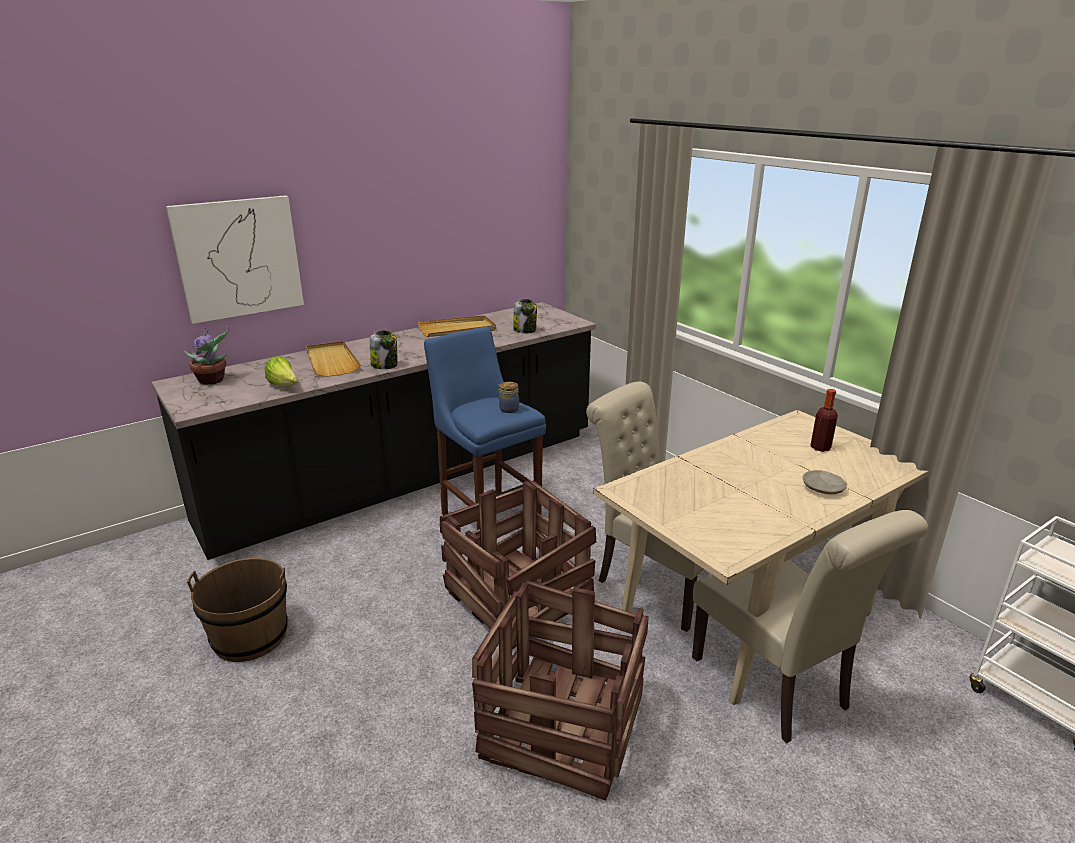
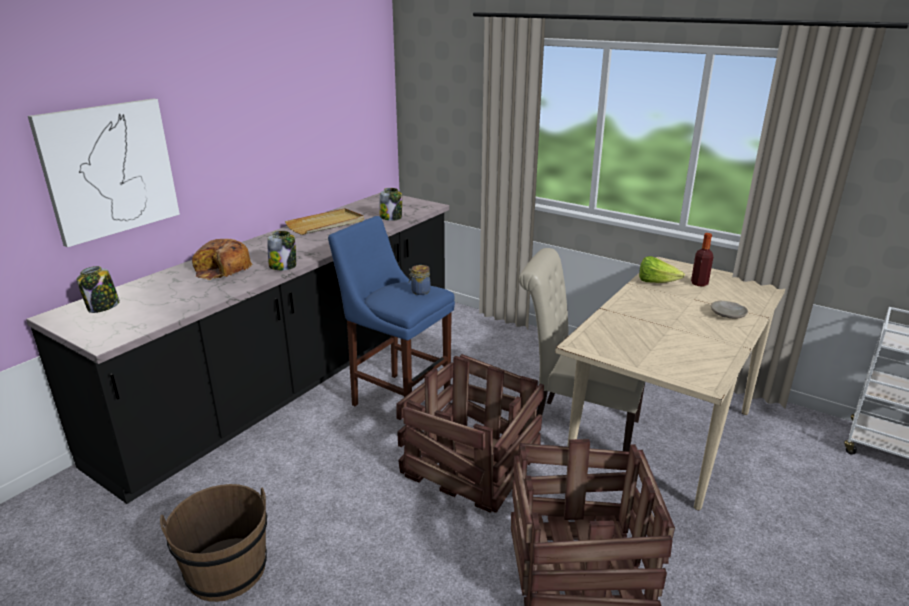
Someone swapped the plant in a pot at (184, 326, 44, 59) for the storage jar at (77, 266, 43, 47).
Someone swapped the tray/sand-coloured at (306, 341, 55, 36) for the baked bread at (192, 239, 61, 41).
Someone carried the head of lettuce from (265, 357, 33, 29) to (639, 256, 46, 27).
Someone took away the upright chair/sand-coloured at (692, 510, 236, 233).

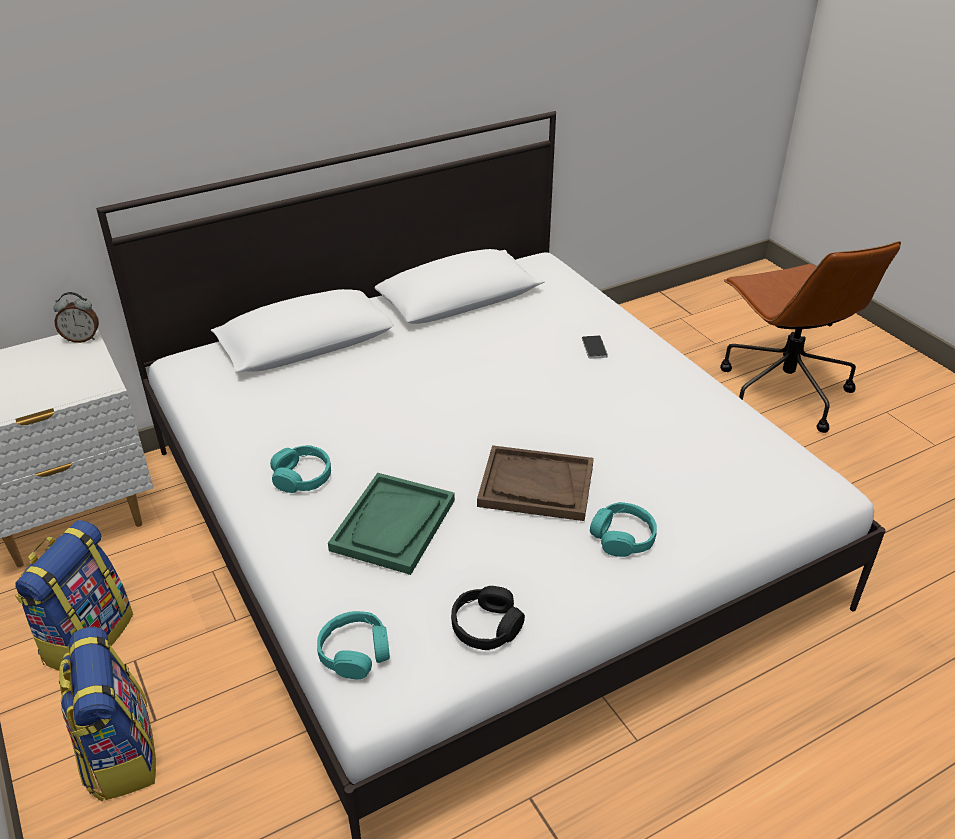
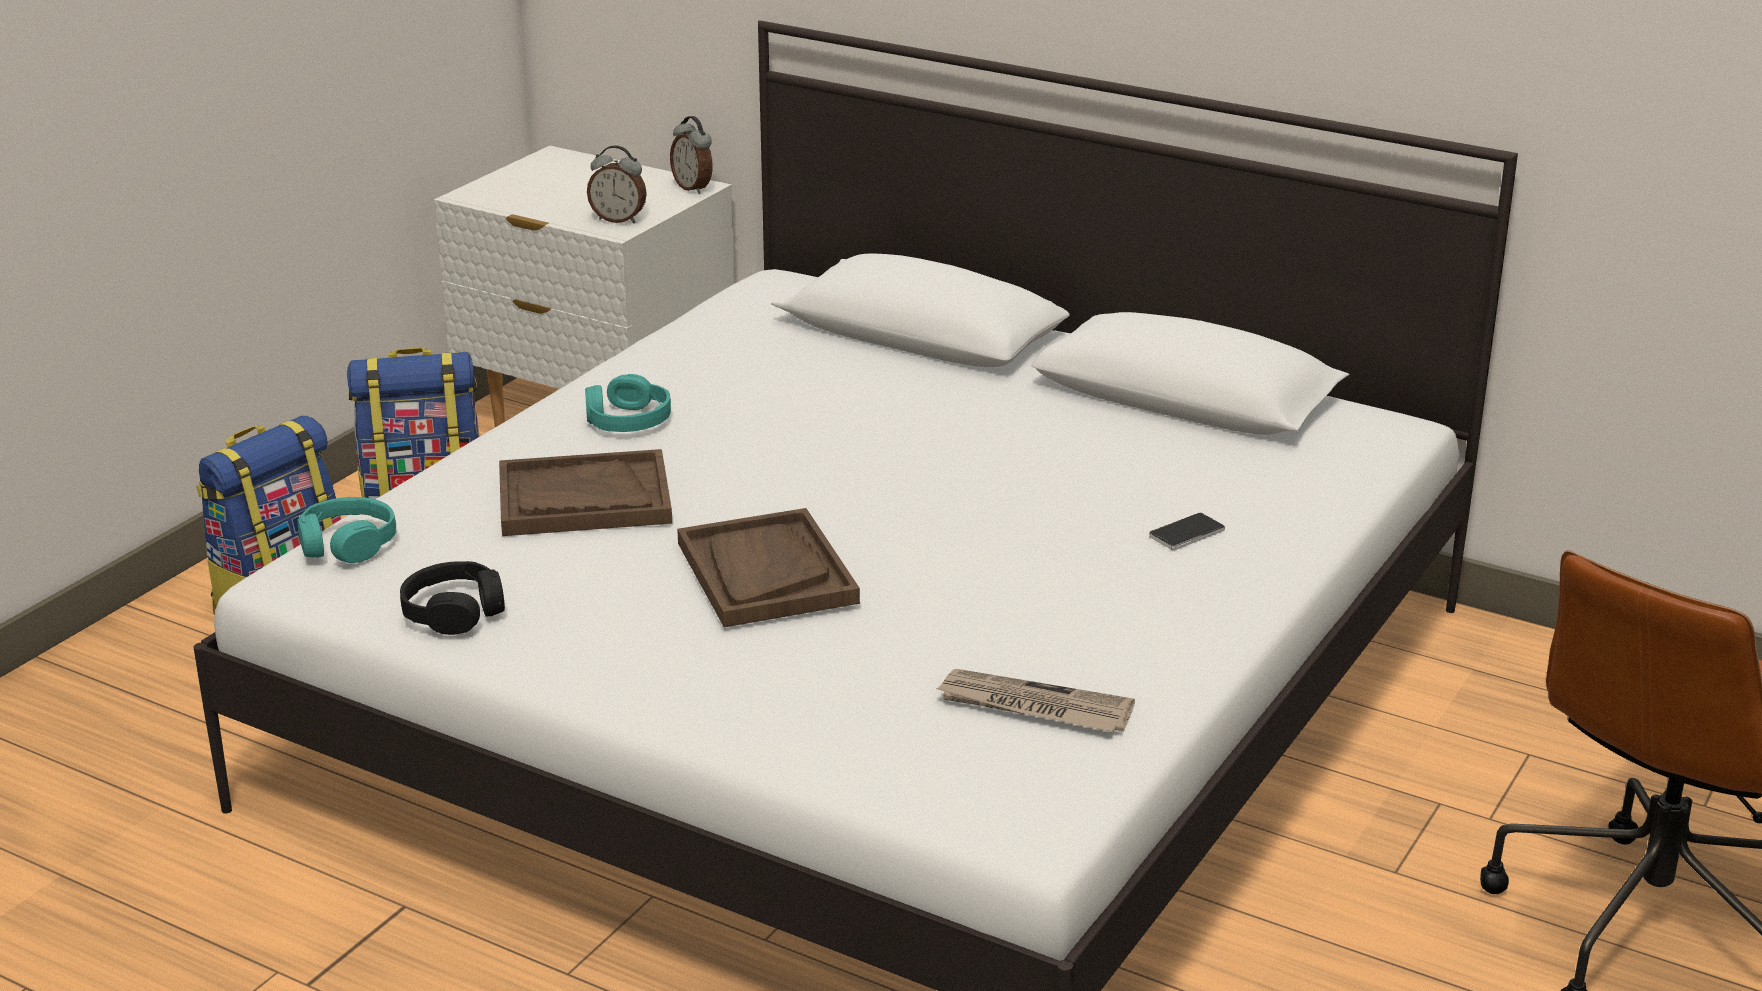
Someone repainted the tray/green-coloured at (328, 473, 127, 102), which became the tray/brownish at (499, 449, 173, 87).
Someone took away the pair of headphones/turquoise-coloured at (590, 502, 67, 55).
Someone put down the table clock at (587, 145, 60, 78).
Someone put down the daily paper at (935, 669, 200, 63).

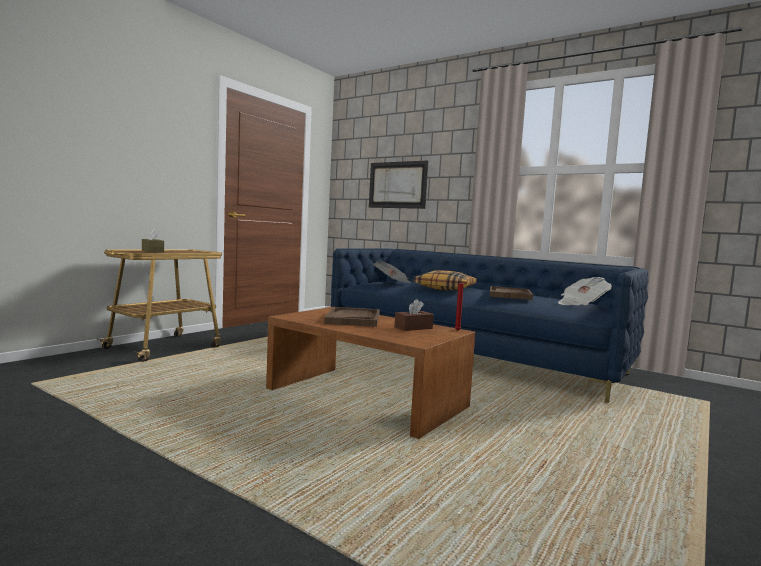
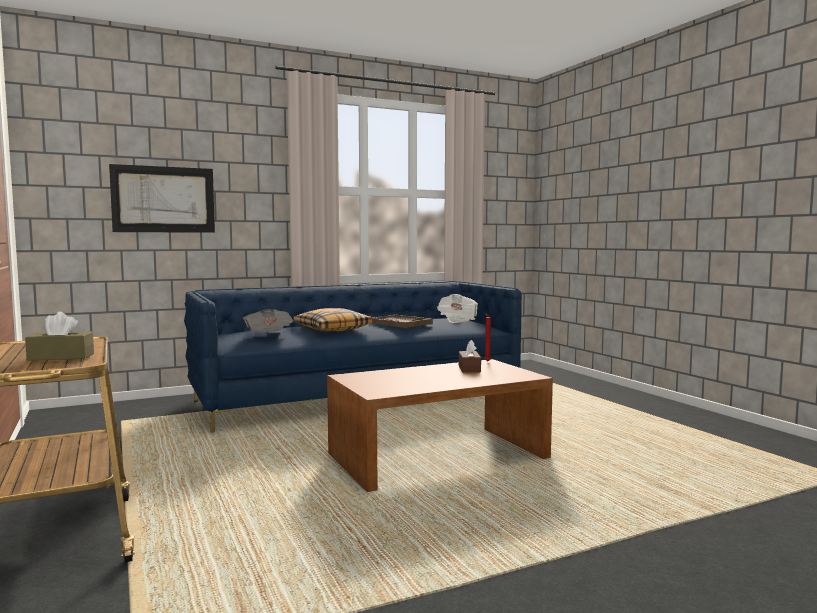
Someone took away the tray/brownish at (324, 307, 56, 20).

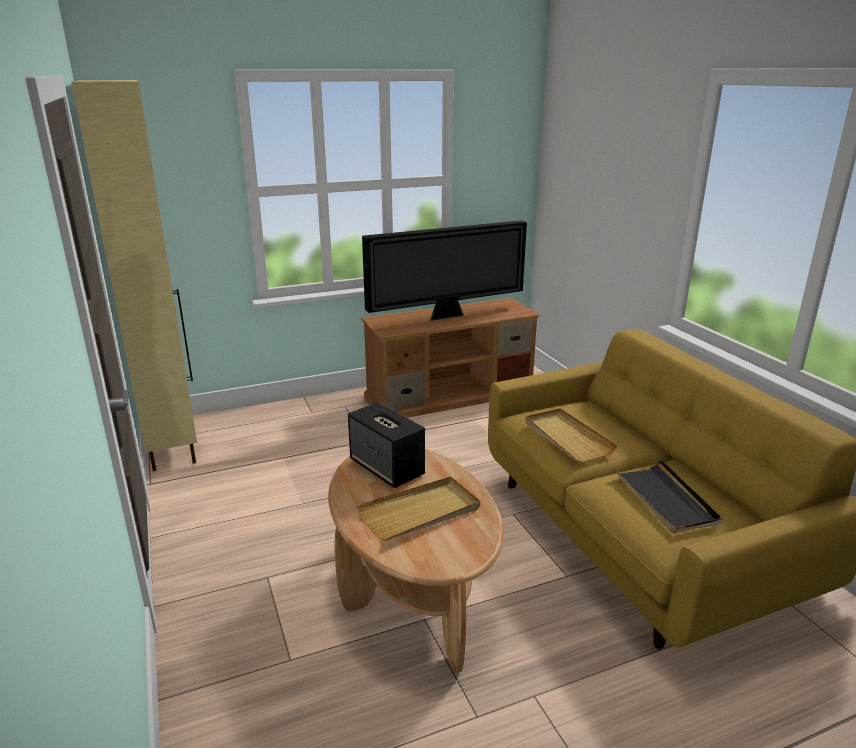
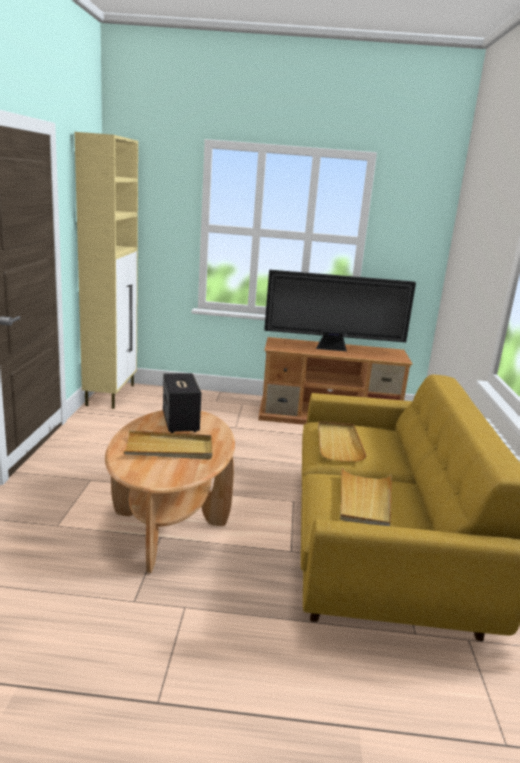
Someone repainted the tray/black at (613, 460, 110, 74), which became the tray/sand-coloured at (340, 467, 52, 59).

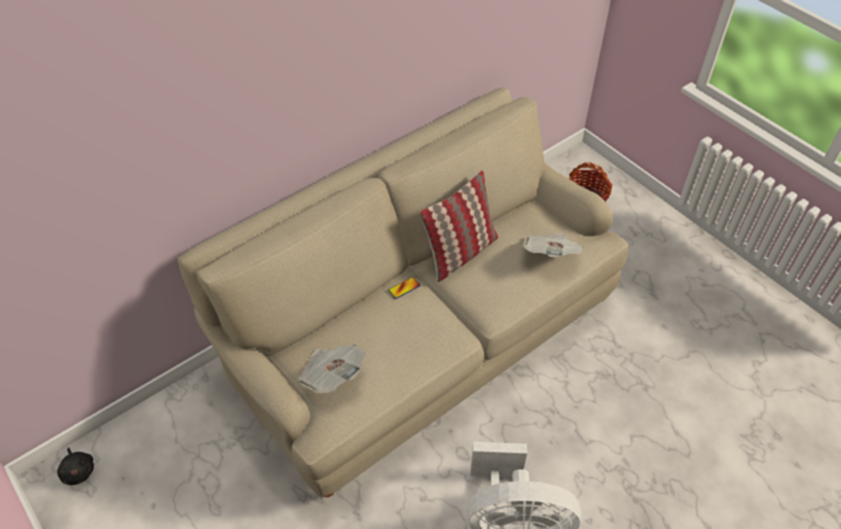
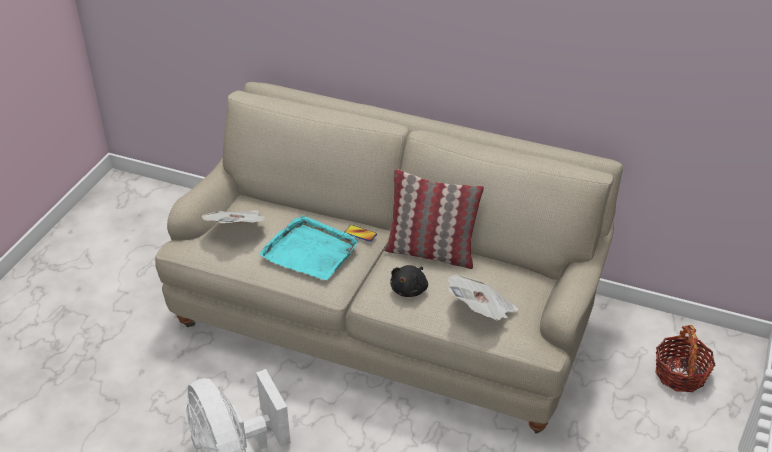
Someone carried the plush toy/black from (57, 447, 37, 38) to (390, 265, 38, 32).
Someone put down the tray/turquoise-coloured at (259, 215, 100, 65).

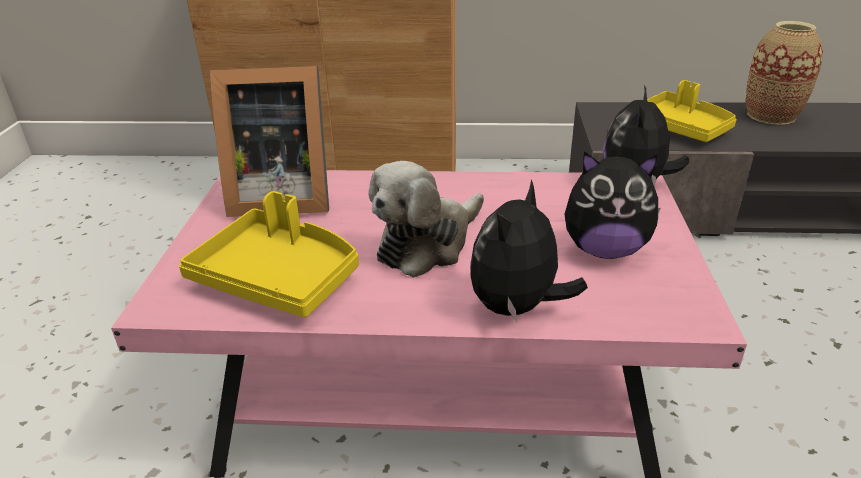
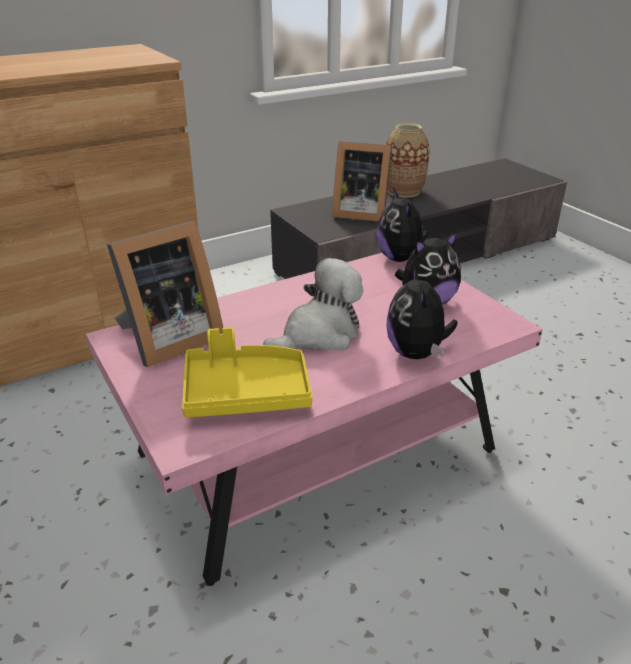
Someone swapped the tray/yellow-coloured at (647, 80, 90, 62) for the picture frame at (332, 142, 60, 79).
Someone rotated the plush toy at (368, 161, 116, 117) by 135 degrees counterclockwise.

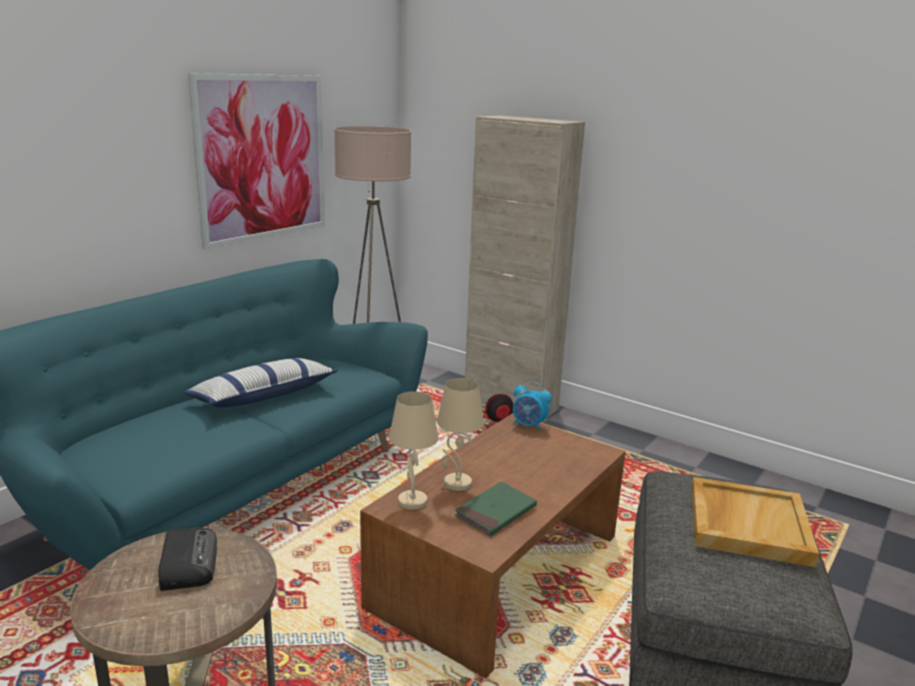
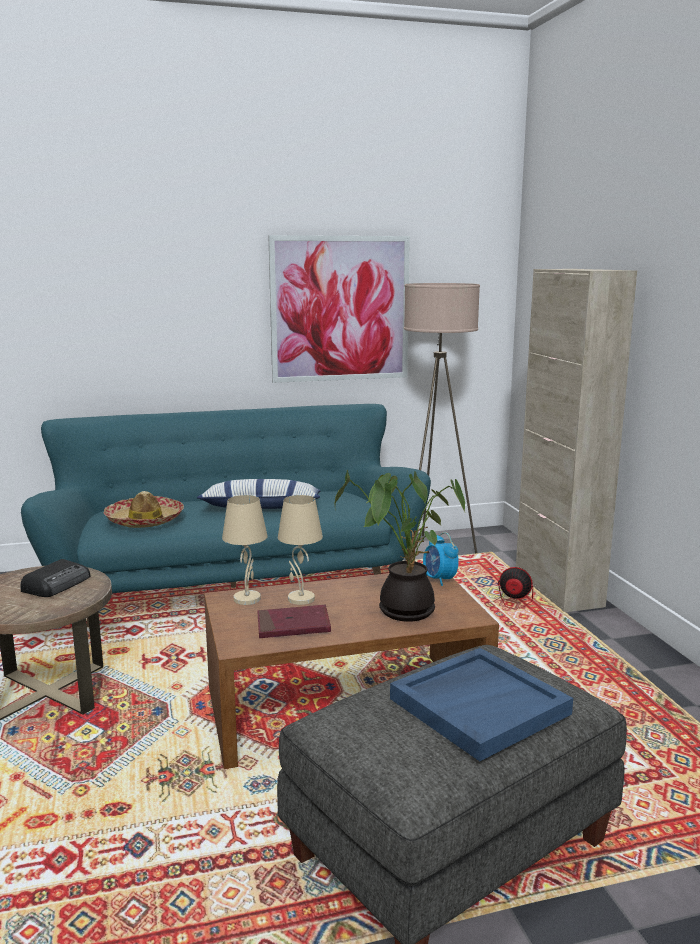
Someone repainted the tray/sand-coloured at (691, 477, 128, 90), which became the tray/blue at (390, 648, 183, 113).
Someone repainted the volume/green-coloured at (455, 481, 82, 55), which became the volume/red at (257, 605, 74, 33).
Someone put down the plant in a pot at (335, 469, 130, 153).
Someone put down the hat at (104, 491, 80, 37).

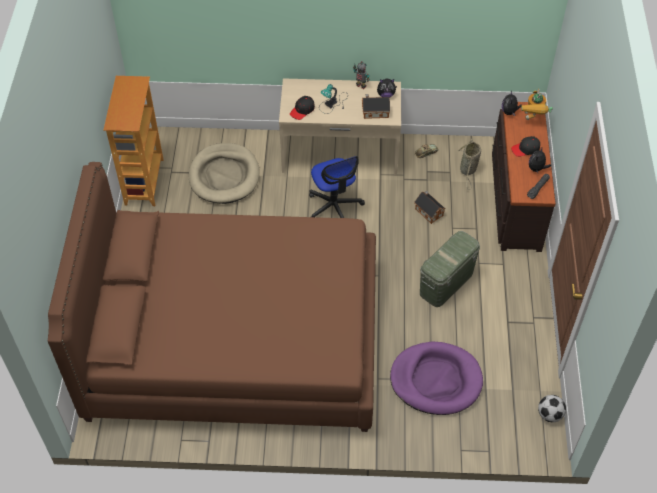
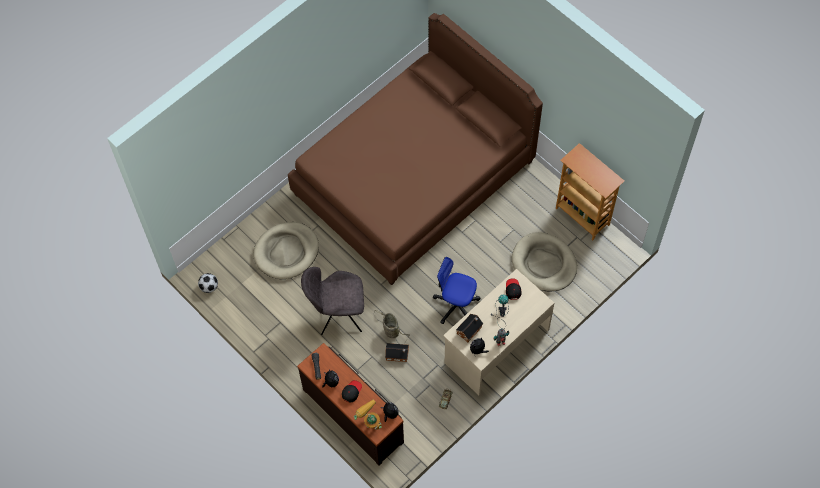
Someone carried the household basket from (458, 139, 23, 51) to (374, 310, 36, 34).
Someone swapped the storage bin/green-coloured at (420, 231, 60, 76) for the upright chair/grey at (301, 267, 63, 68).
Someone repainted the dog bed/purple at (390, 341, 93, 74), which became the dog bed/sand-coloured at (253, 222, 66, 57).

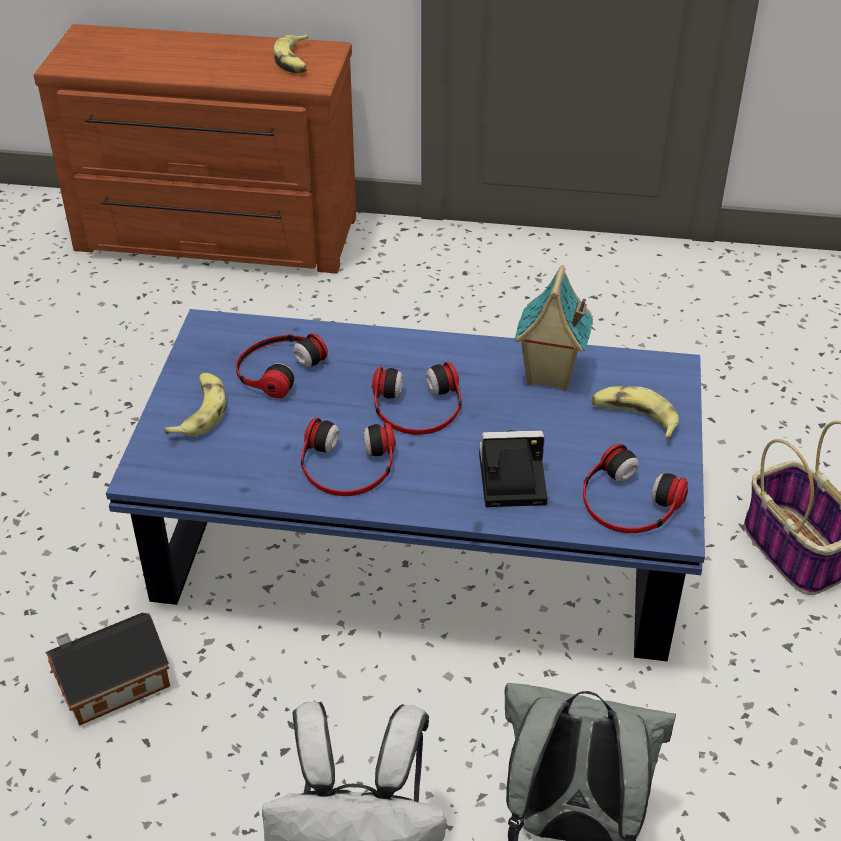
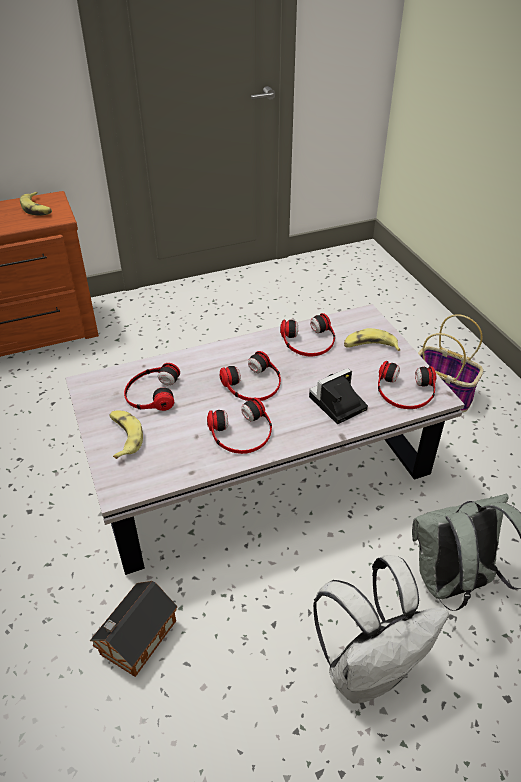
Someone swapped the model house at (514, 265, 79, 126) for the pair of headphones at (280, 313, 55, 44).
Someone repainted the coffee table/blue at (106, 309, 599, 352), which became the coffee table/white at (66, 304, 399, 271).

